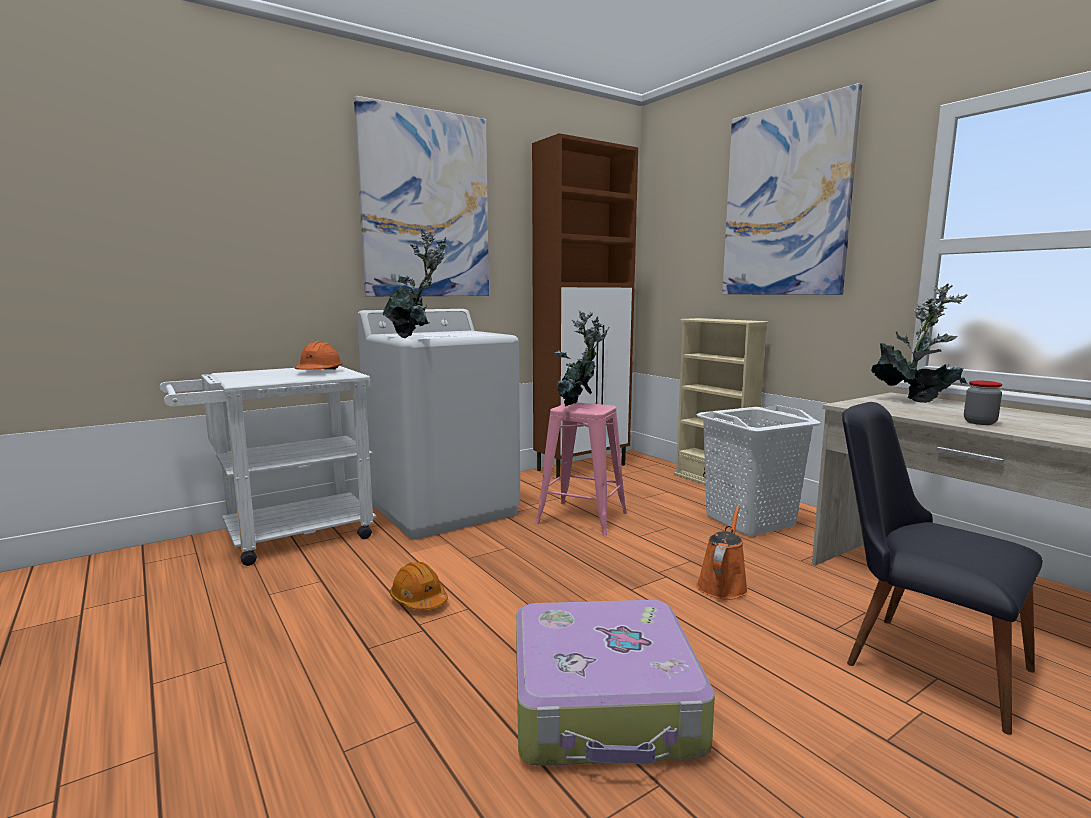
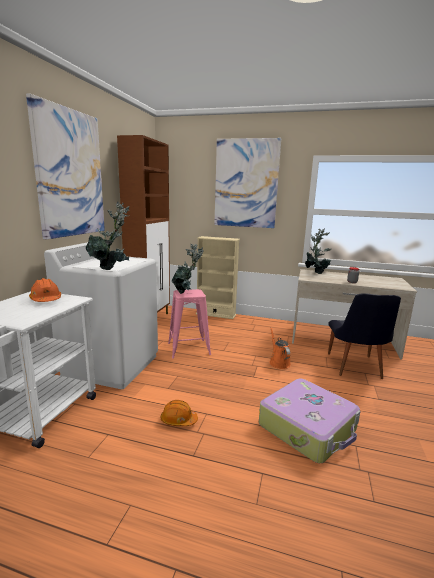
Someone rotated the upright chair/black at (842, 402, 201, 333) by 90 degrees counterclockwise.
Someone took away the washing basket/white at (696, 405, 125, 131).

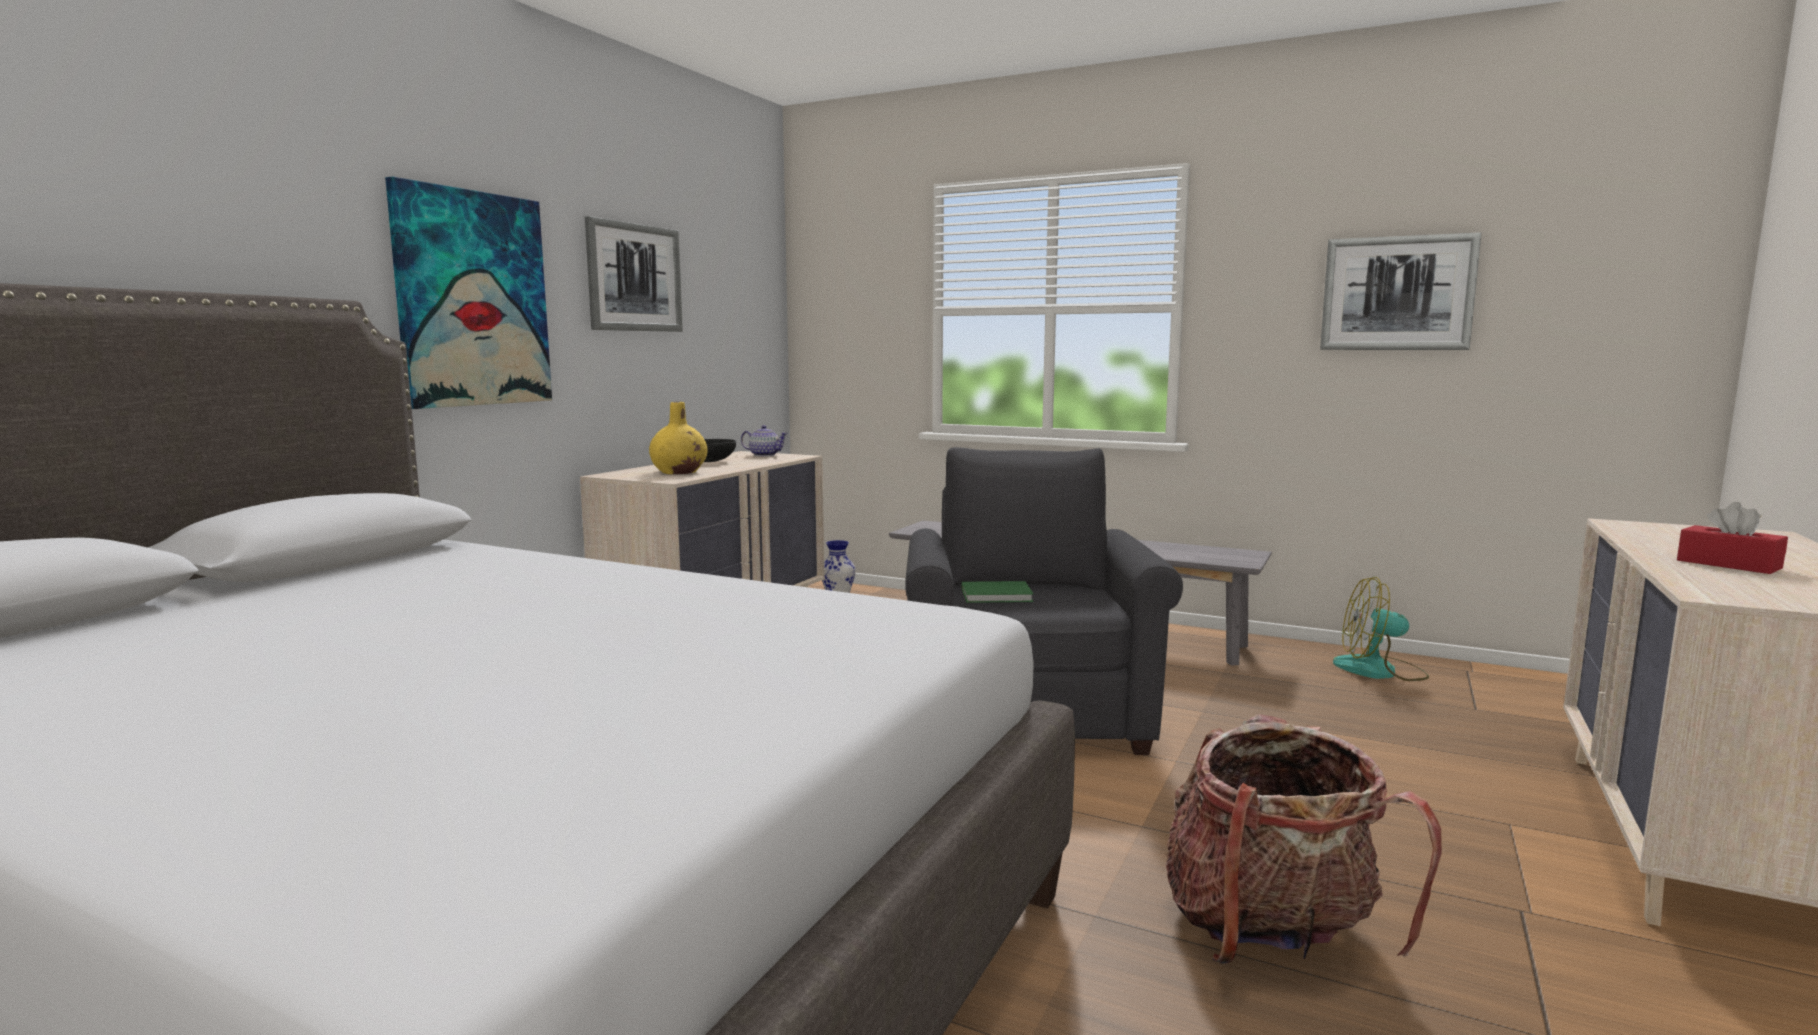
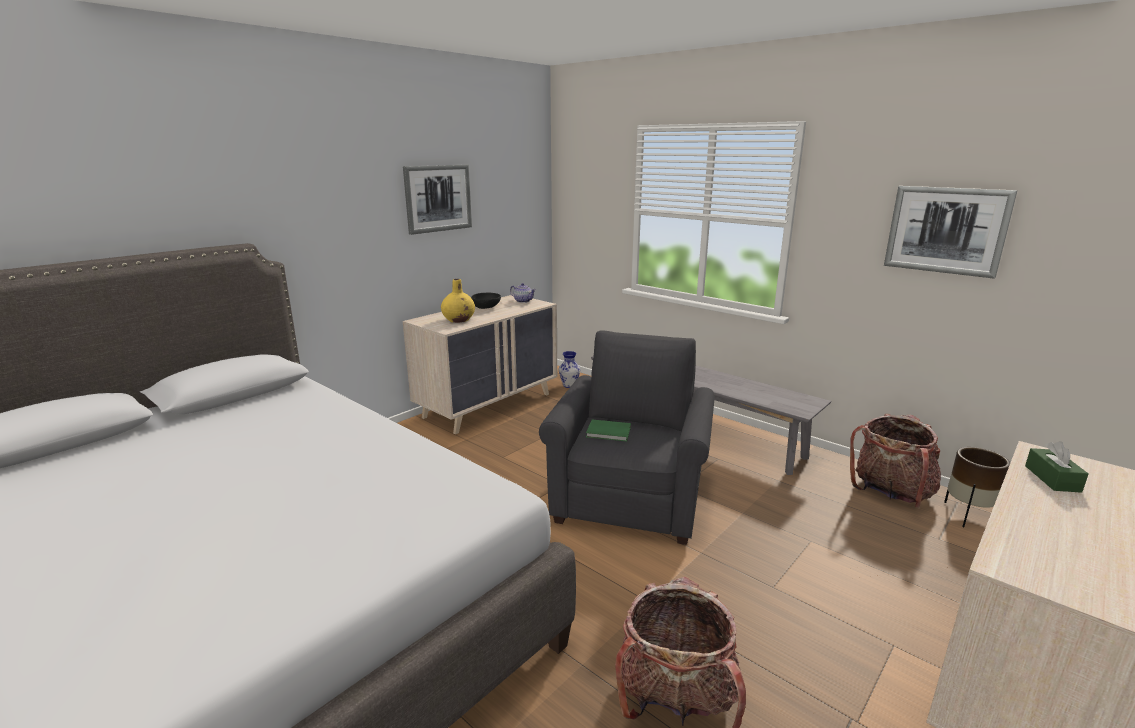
Someone took away the wall picture at (385, 177, 167, 232).
Someone took away the box of tissues/red at (1677, 502, 111, 72).
Someone swapped the fan at (1333, 577, 96, 104) for the rucksack at (850, 414, 91, 94).
Someone put down the box of tissues/green-coloured at (1025, 441, 64, 52).
Someone put down the planter/brownish at (944, 447, 66, 80).

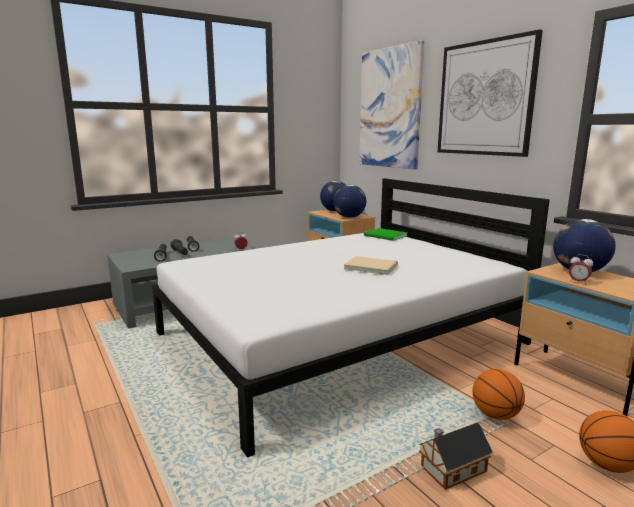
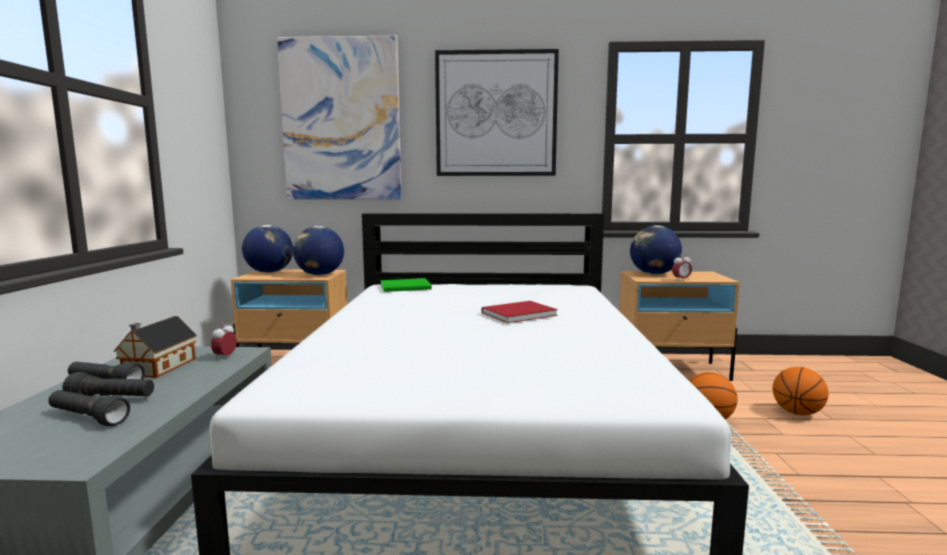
Someone repainted the volume/sand-coloured at (344, 256, 54, 19), which became the volume/red at (482, 301, 76, 22).
Someone carried the model house from (419, 423, 74, 67) to (113, 316, 84, 62).

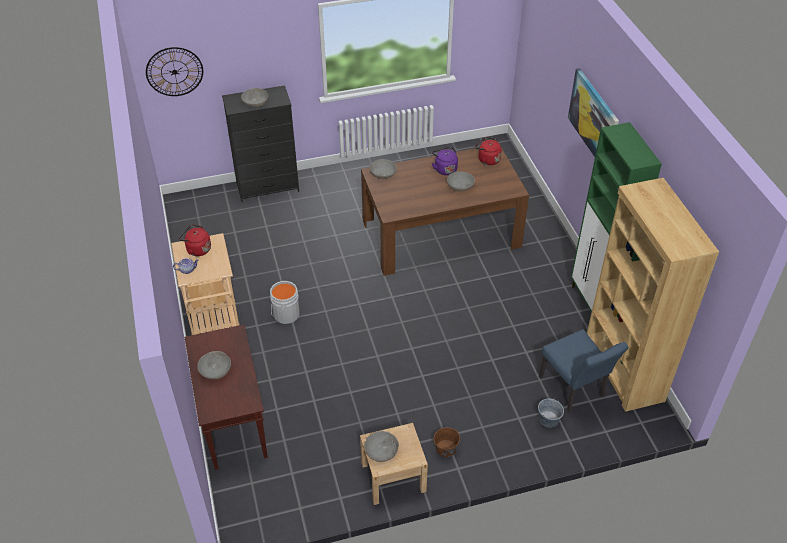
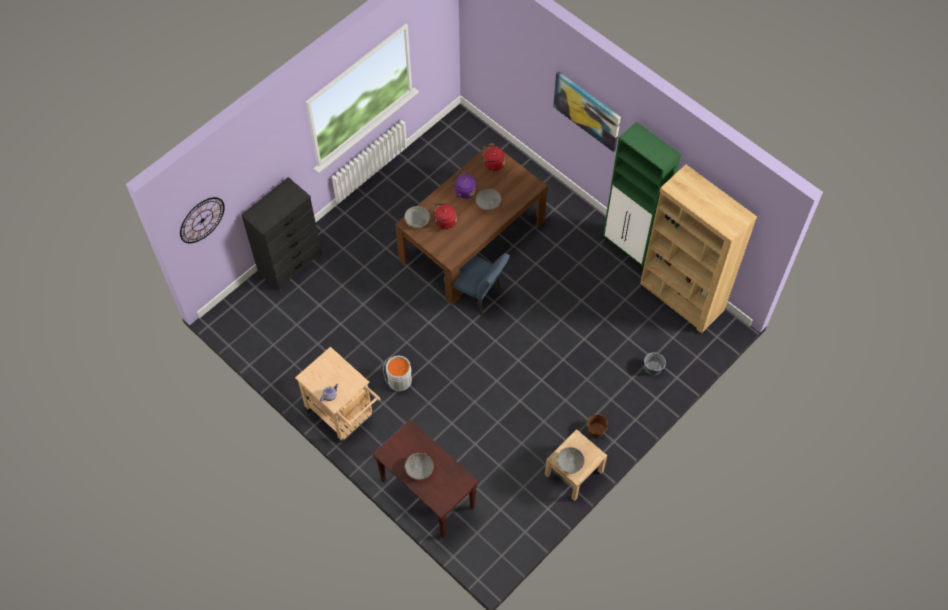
Someone took away the deep dish/grey at (241, 88, 27, 19).
Someone carried the water kettle/red from (179, 224, 32, 32) to (433, 203, 24, 26).
Someone carried the upright chair/blue from (539, 329, 90, 84) to (444, 253, 66, 63).

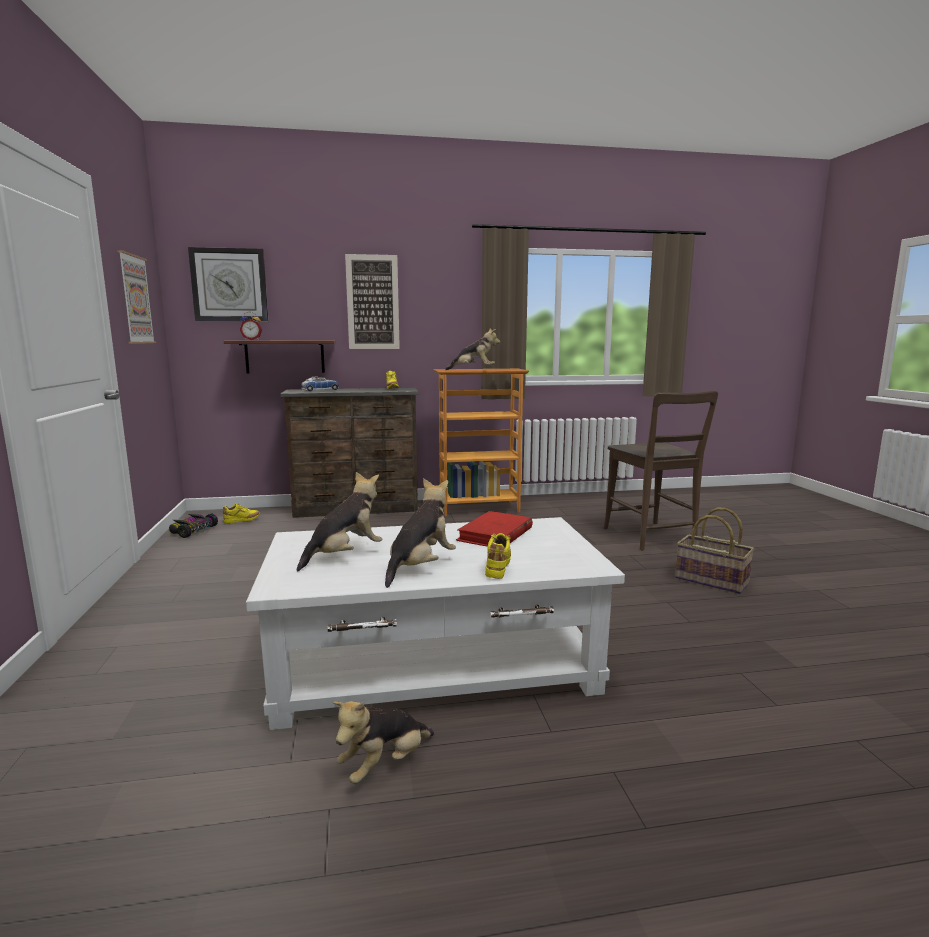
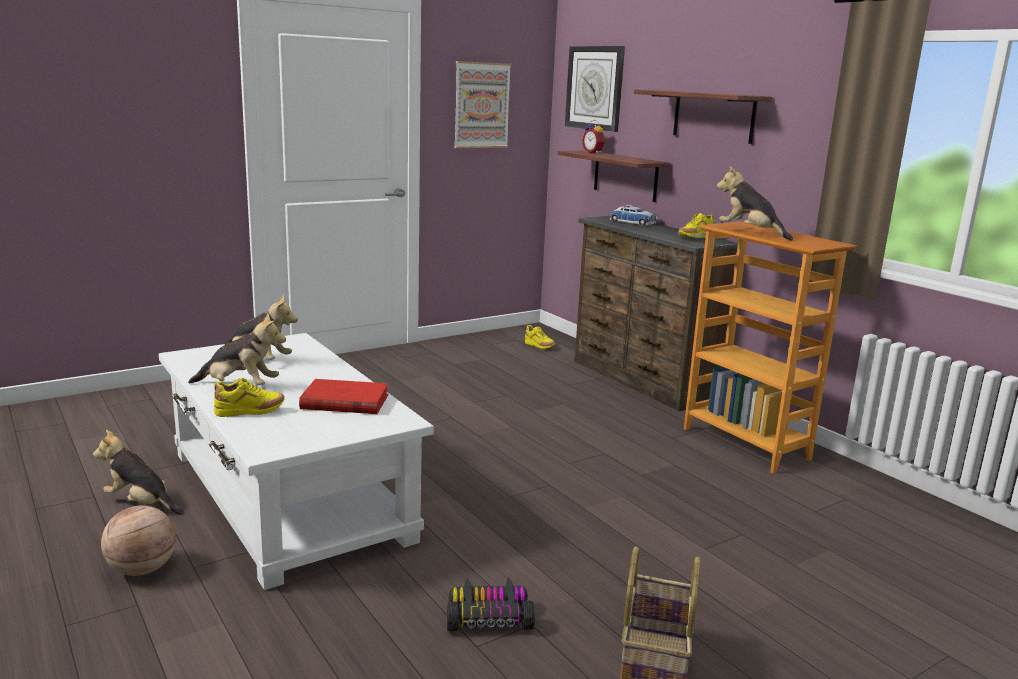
Someone swapped the wall picture at (345, 254, 55, 95) for the shelf at (634, 90, 138, 54).
Someone rotated the plush toy at (445, 328, 55, 42) by 150 degrees clockwise.
Someone took away the upright chair/brownish at (603, 391, 115, 160).
Someone carried the toy car from (169, 514, 49, 24) to (447, 577, 88, 54).
Someone put down the basketball at (101, 505, 75, 71).

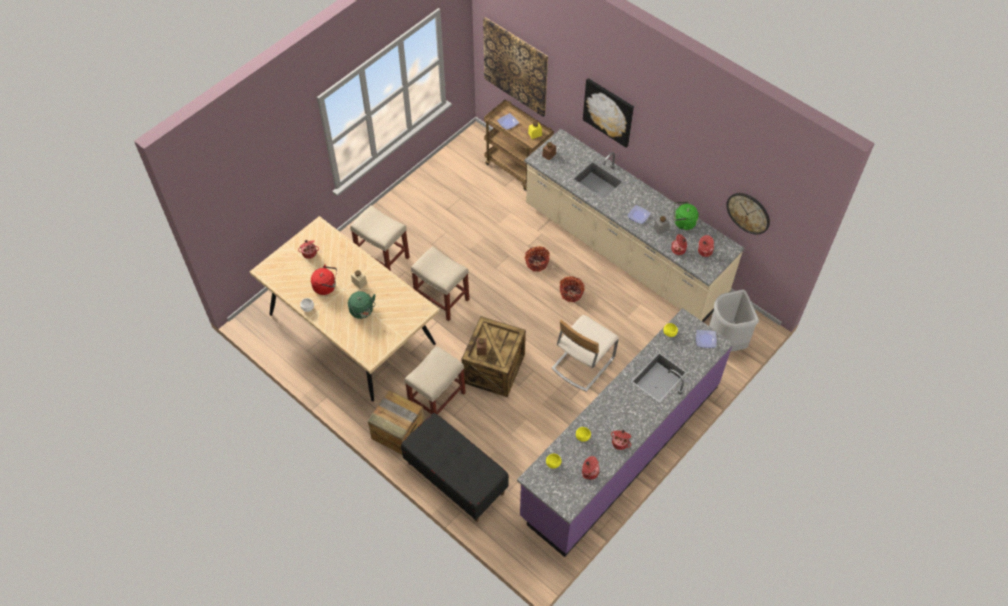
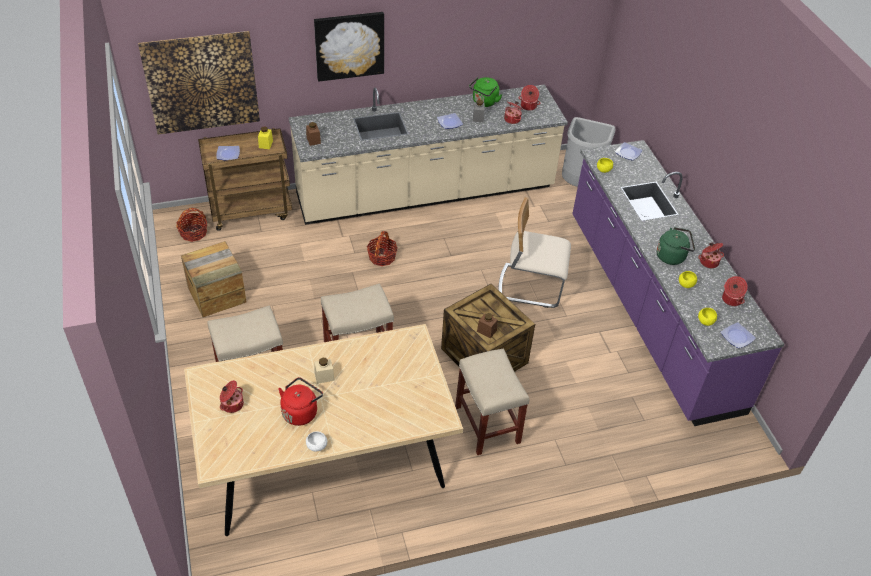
Someone took away the wall clock at (726, 193, 44, 42).
Someone carried the household basket from (560, 276, 25, 26) to (176, 208, 31, 34).
Someone carried the water kettle/green-coloured from (348, 291, 27, 28) to (657, 227, 38, 38).
Someone rotated the upright chair/sand-coloured at (552, 315, 67, 77) by 120 degrees clockwise.
Someone carried the shipping crate from (368, 390, 57, 64) to (181, 241, 65, 76).
Someone took away the long seat/black at (401, 413, 108, 109).
Someone put down the flat dish at (720, 322, 36, 26).

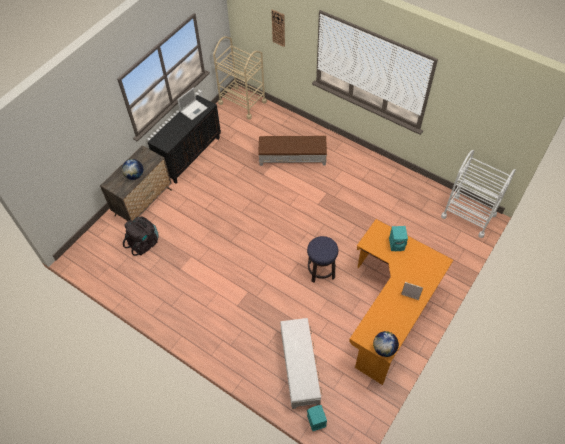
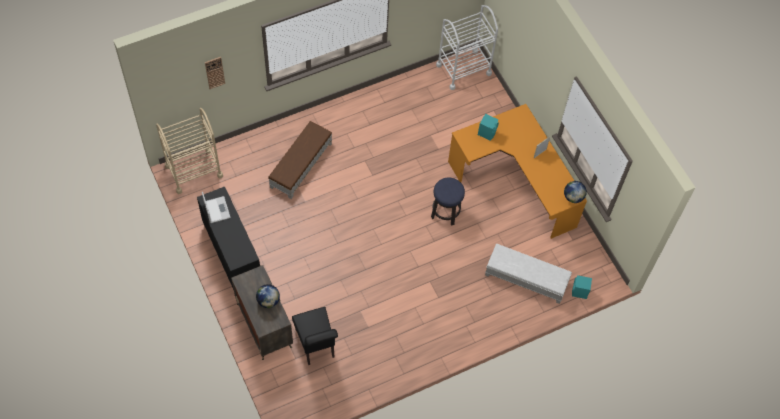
Someone swapped the rucksack/black at (123, 216, 35, 40) for the upright chair/black at (292, 307, 46, 58).

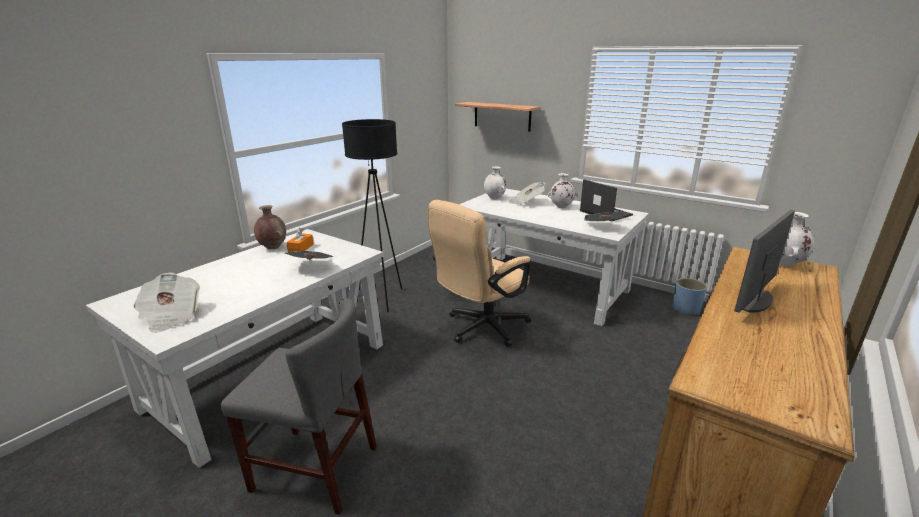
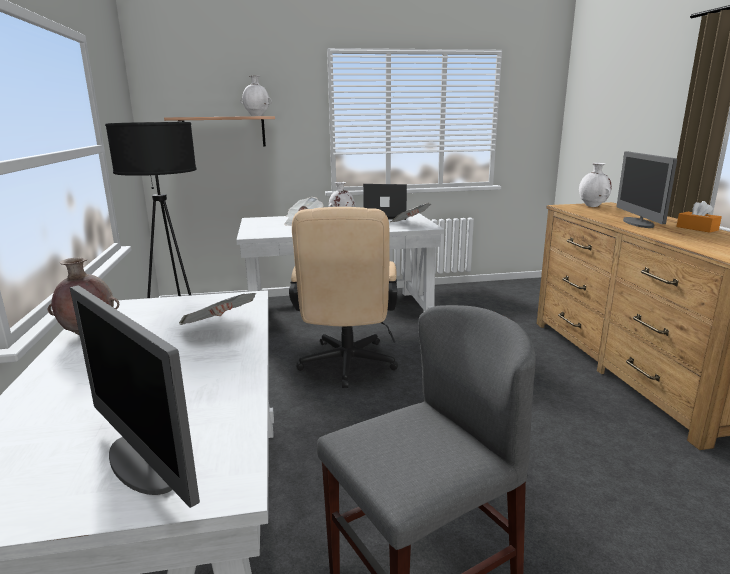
Someone carried the vase/white from (484, 166, 22, 33) to (240, 75, 32, 41).
Someone carried the box of tissues/orange-coloured from (286, 228, 28, 24) to (676, 201, 46, 32).
Someone swapped the daily paper at (134, 273, 66, 60) for the monitor at (70, 285, 130, 223).
Someone took away the planter/blue at (673, 278, 34, 37).

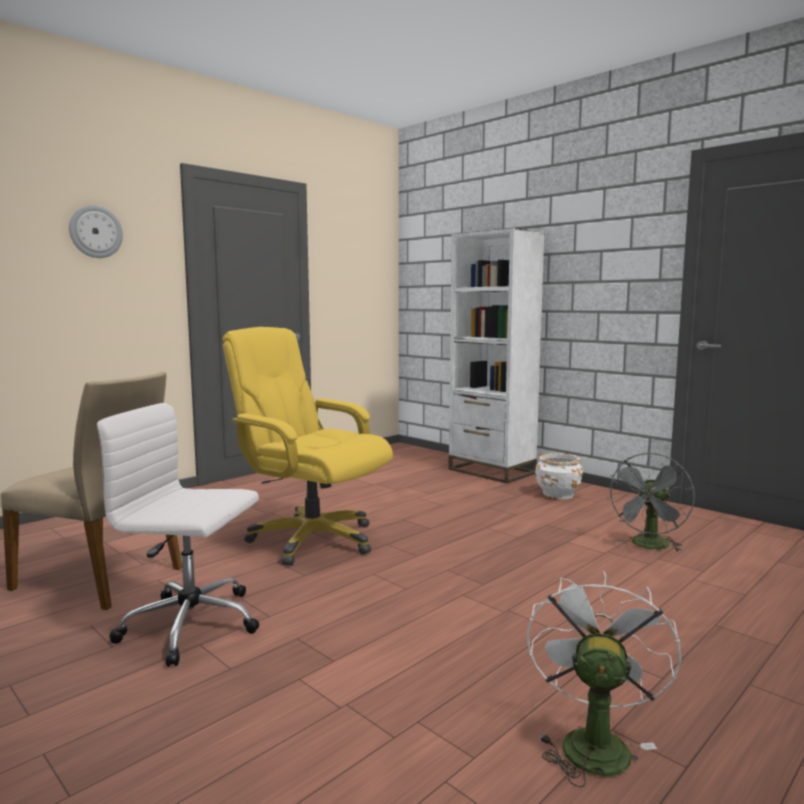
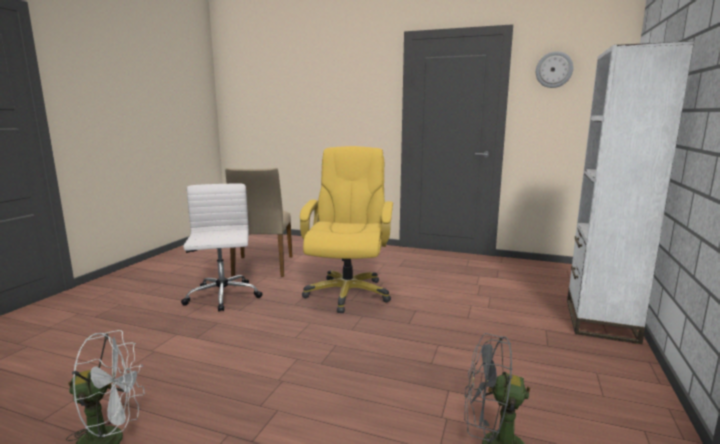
Someone carried the wall clock from (69, 205, 54, 53) to (536, 51, 37, 37).
Someone took away the planter/white at (535, 453, 48, 47).

